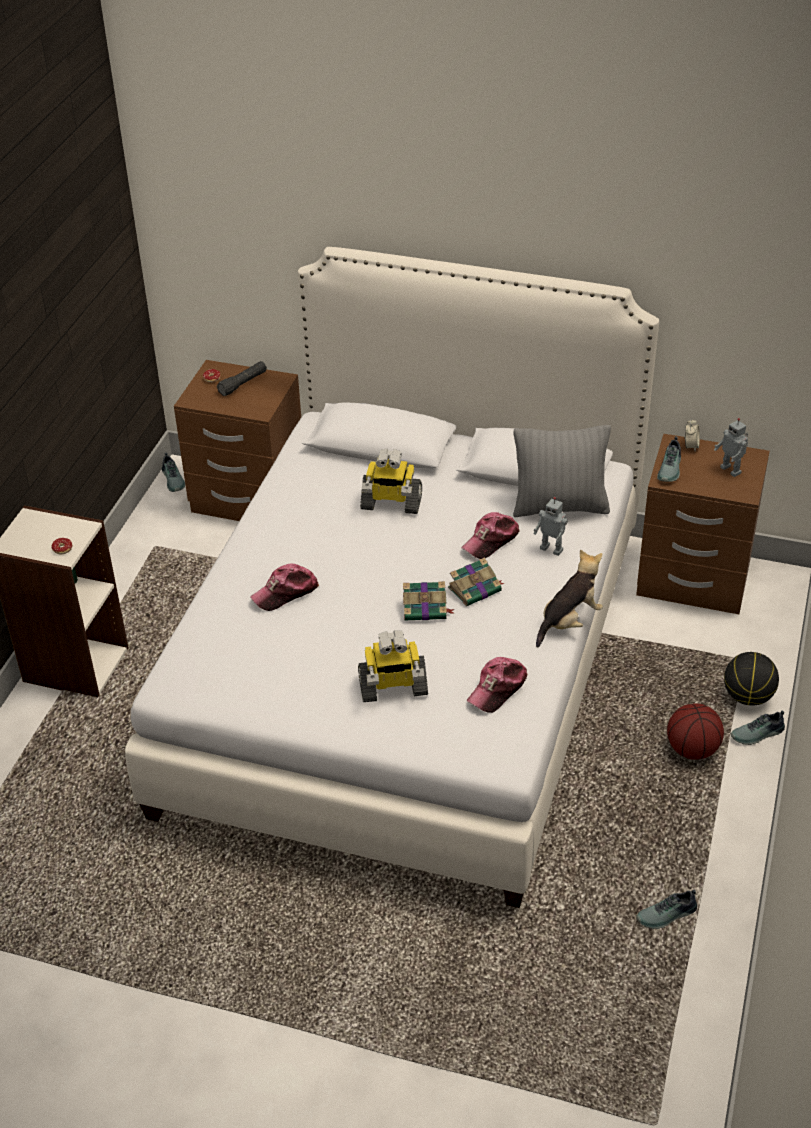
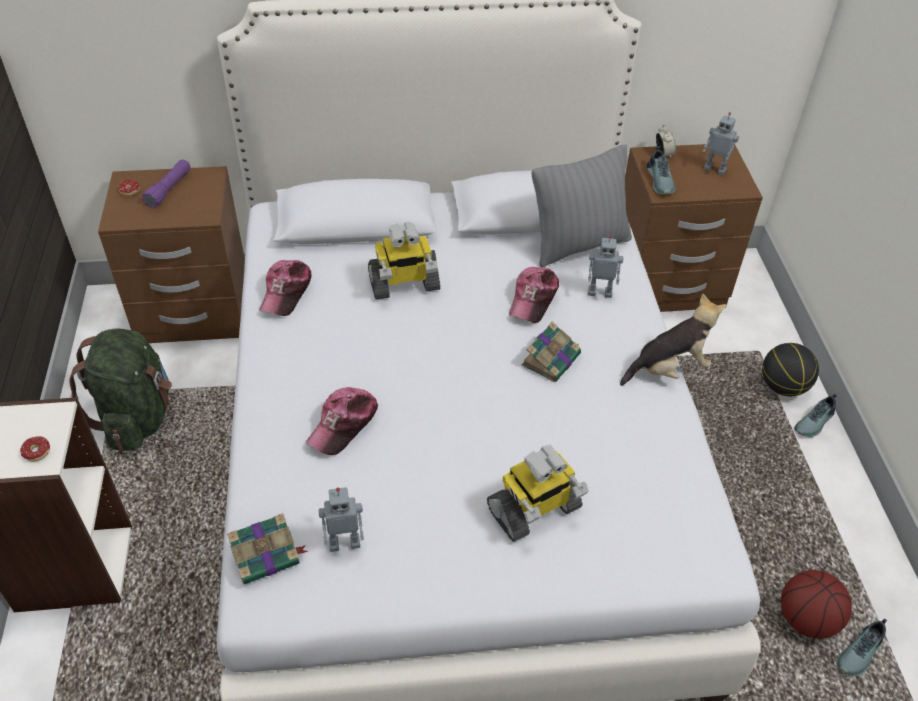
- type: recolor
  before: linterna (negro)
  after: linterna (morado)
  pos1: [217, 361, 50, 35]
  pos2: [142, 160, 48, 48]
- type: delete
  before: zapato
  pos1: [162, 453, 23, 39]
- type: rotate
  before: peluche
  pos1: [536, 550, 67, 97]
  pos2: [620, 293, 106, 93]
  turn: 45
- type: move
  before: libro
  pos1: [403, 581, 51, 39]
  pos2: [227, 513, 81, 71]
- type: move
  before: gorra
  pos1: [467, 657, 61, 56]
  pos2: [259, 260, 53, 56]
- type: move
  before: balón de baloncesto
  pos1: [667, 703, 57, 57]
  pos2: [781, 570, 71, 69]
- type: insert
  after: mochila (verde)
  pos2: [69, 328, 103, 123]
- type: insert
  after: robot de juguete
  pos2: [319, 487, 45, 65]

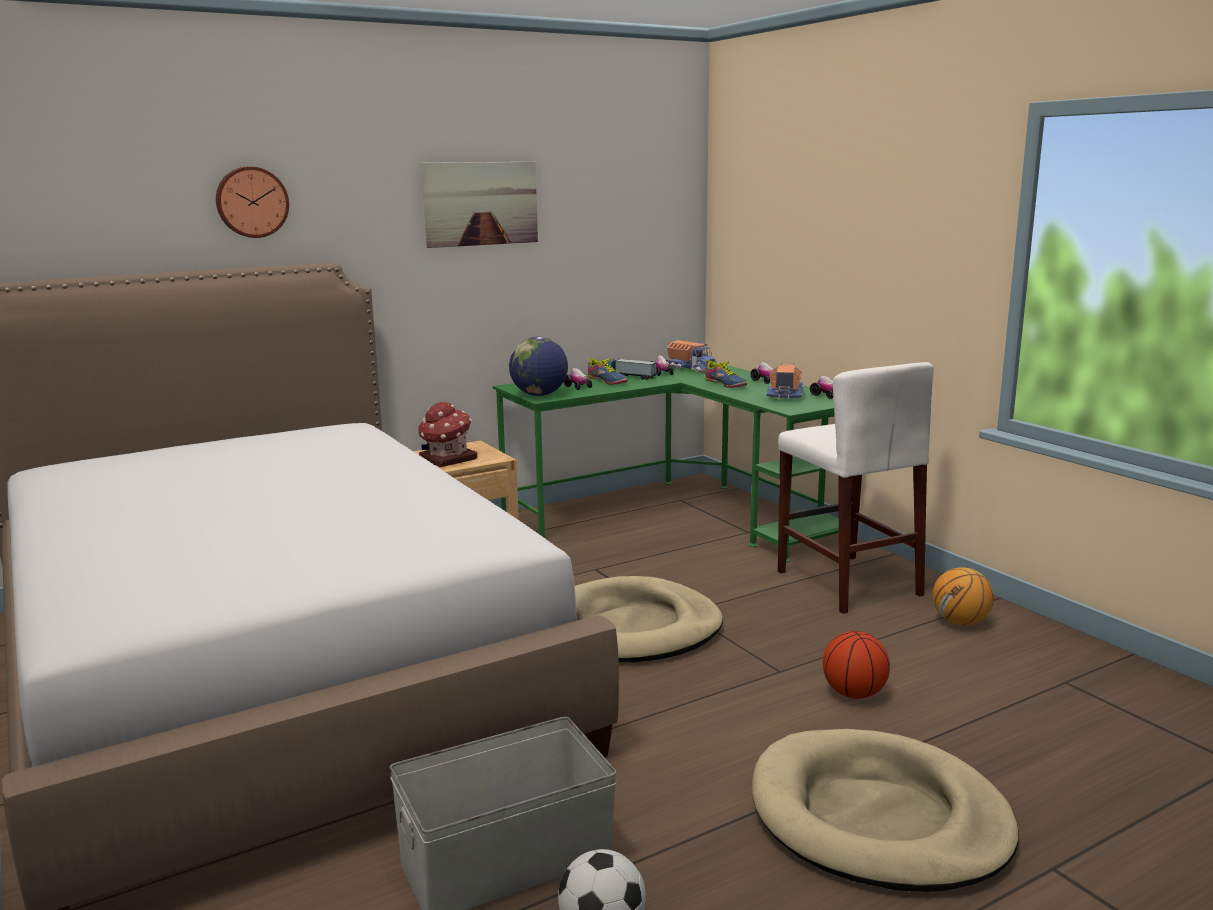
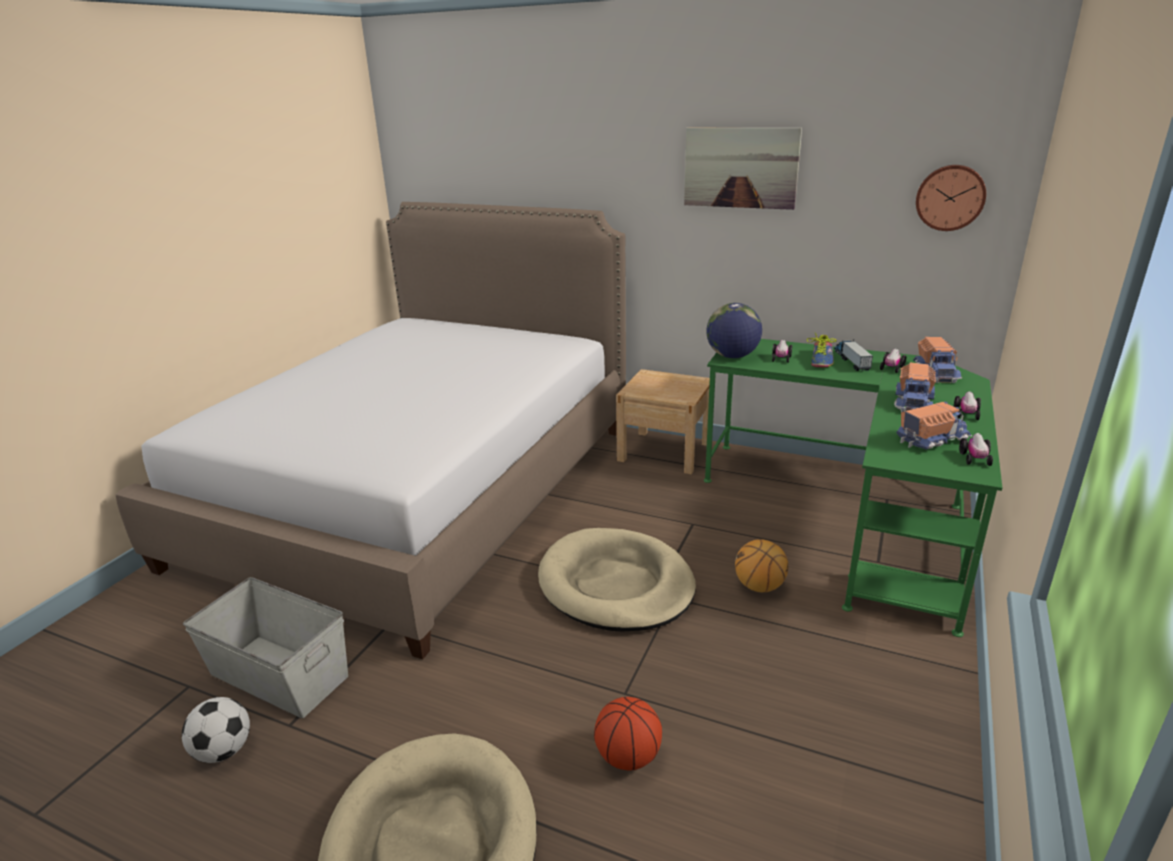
- type: move
  before: reloj de pared
  pos1: [216, 166, 73, 72]
  pos2: [916, 165, 70, 66]
- type: replace
  before: zapato
  after: camión de juguete
  pos1: [705, 360, 42, 28]
  pos2: [894, 362, 42, 50]
- type: delete
  before: taburete (blanco)
  pos1: [778, 362, 156, 252]
- type: delete
  before: casita
  pos1: [418, 402, 59, 65]
- type: move
  before: balón de baloncesto
  pos1: [933, 567, 61, 58]
  pos2: [735, 539, 53, 53]

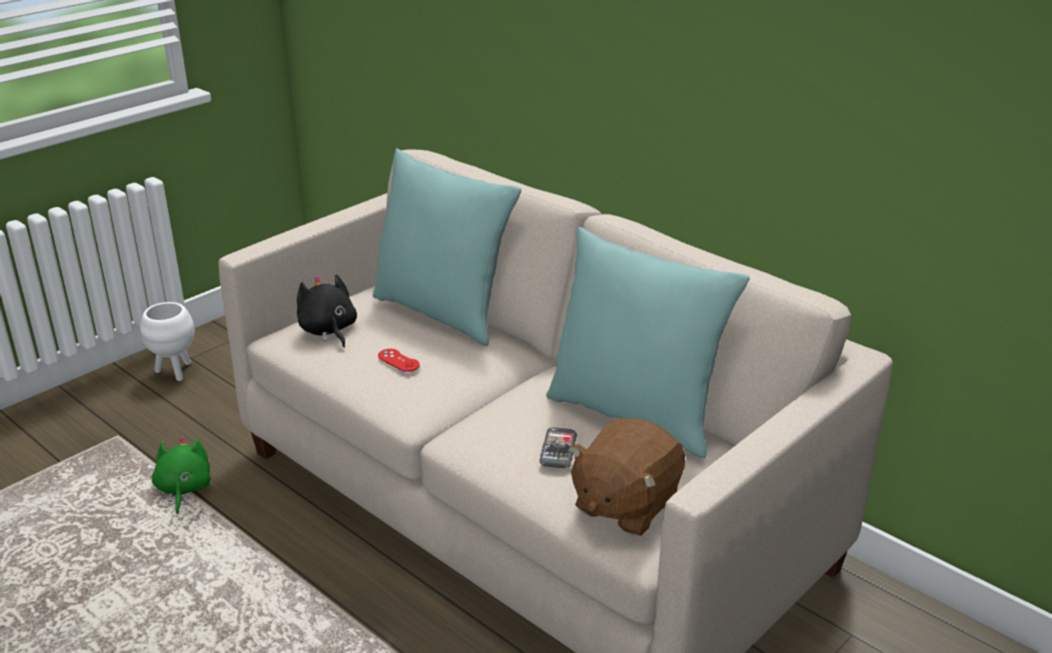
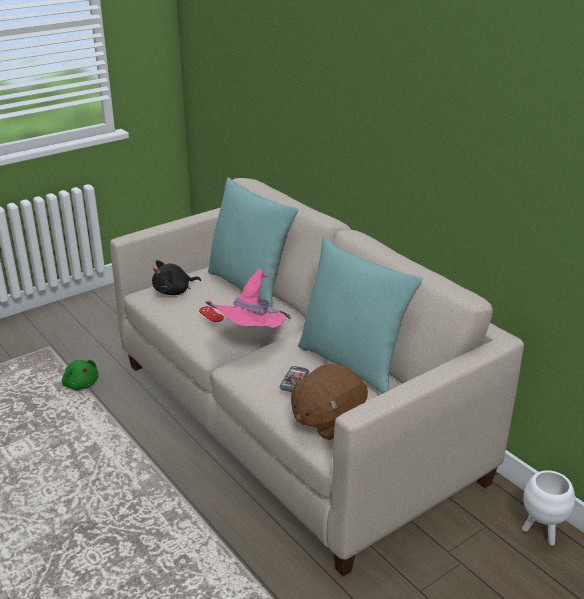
- type: rotate
  before: peluche (negro)
  pos1: [297, 274, 60, 74]
  pos2: [152, 260, 49, 35]
  turn: -105
- type: move
  before: maceta (blanco)
  pos1: [140, 302, 55, 79]
  pos2: [522, 470, 53, 76]
- type: rotate
  before: peluche (verde)
  pos1: [152, 435, 59, 79]
  pos2: [62, 360, 37, 30]
  turn: 135
- type: insert
  after: sombrero (rosa)
  pos2: [205, 268, 86, 60]

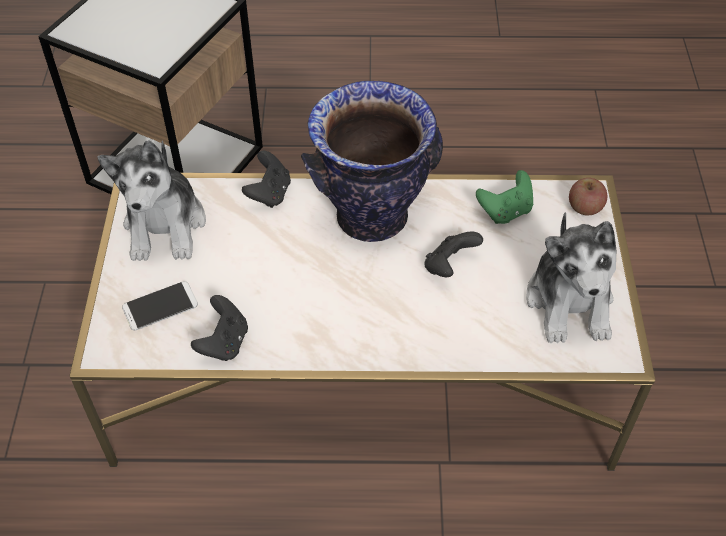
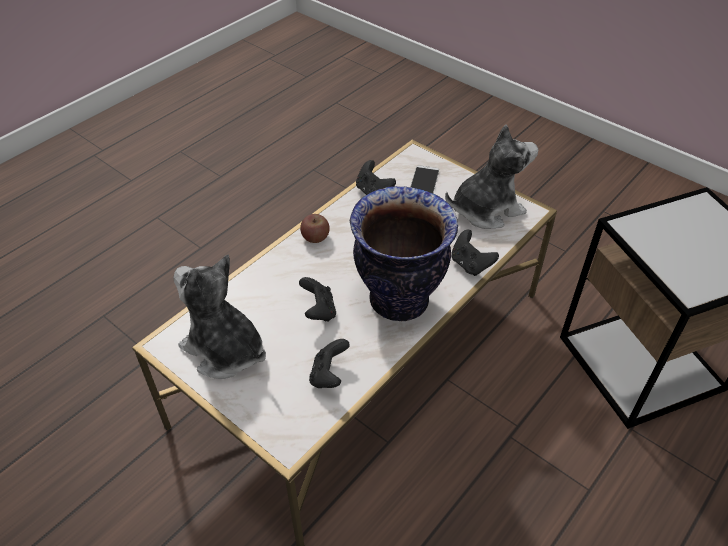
- type: rotate
  before: peluche
  pos1: [97, 140, 109, 121]
  pos2: [445, 125, 93, 104]
  turn: 120
- type: recolor
  before: mando de consola (verde)
  after: mando de consola (negro)
  pos1: [476, 170, 57, 54]
  pos2: [309, 339, 41, 49]
- type: move
  before: manzana
  pos1: [569, 178, 39, 37]
  pos2: [300, 214, 30, 29]

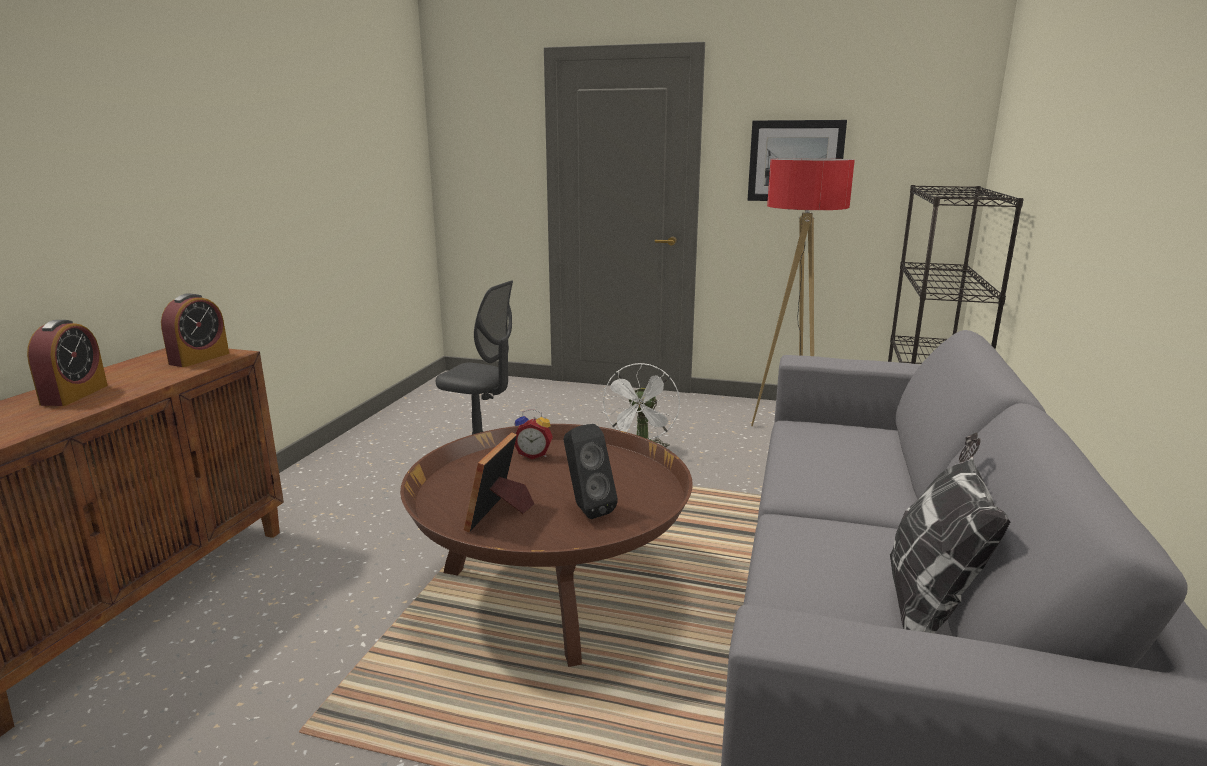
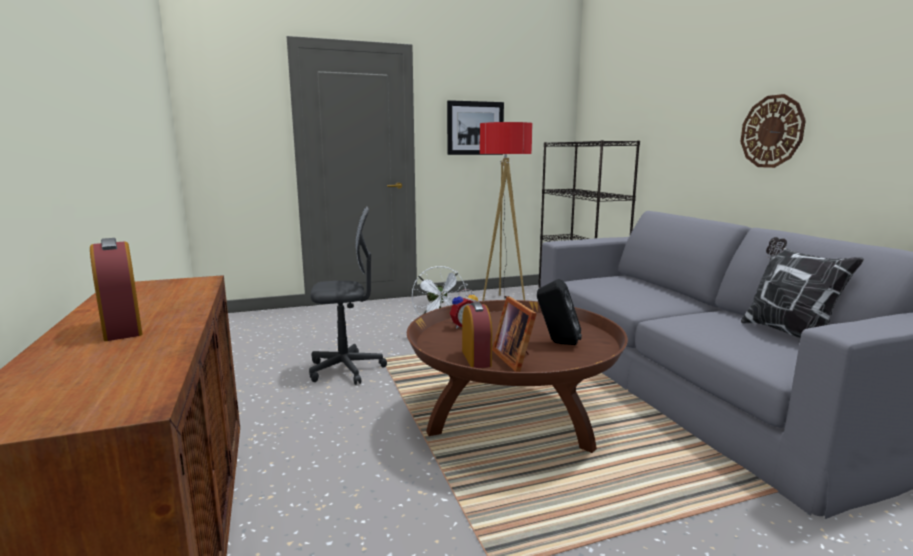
- type: move
  before: despertador
  pos1: [161, 293, 68, 74]
  pos2: [462, 302, 30, 66]
- type: insert
  after: reloj de pared
  pos2: [740, 94, 66, 74]

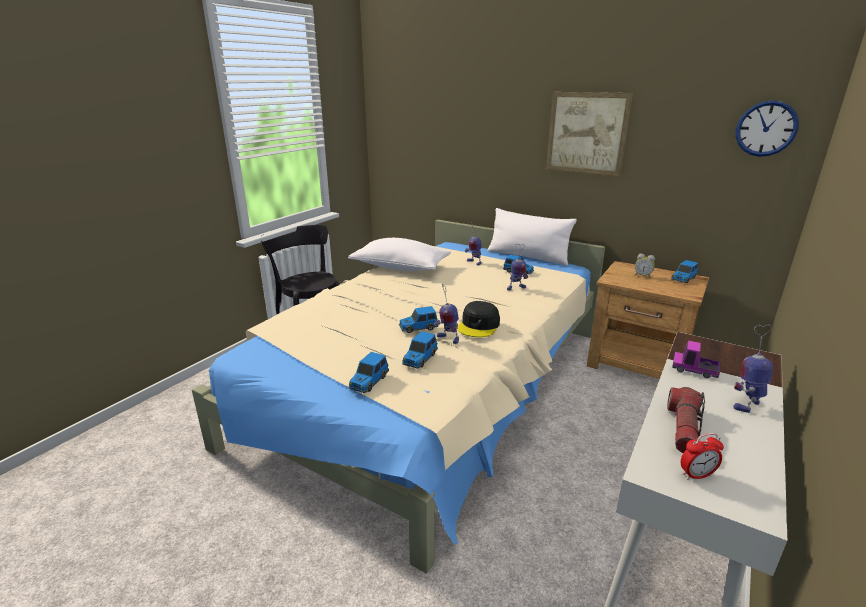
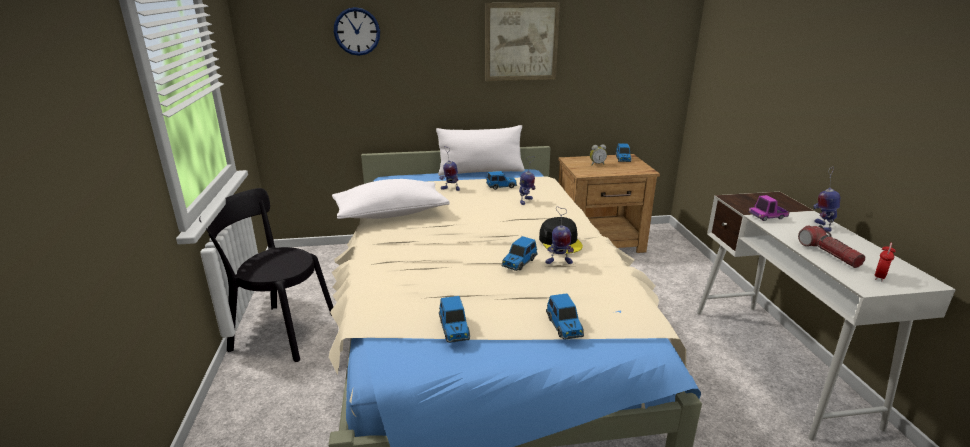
- type: move
  before: reloj de pared
  pos1: [735, 100, 64, 57]
  pos2: [334, 7, 46, 49]
- type: move
  before: coche de juguete
  pos1: [402, 331, 36, 38]
  pos2: [439, 296, 31, 47]

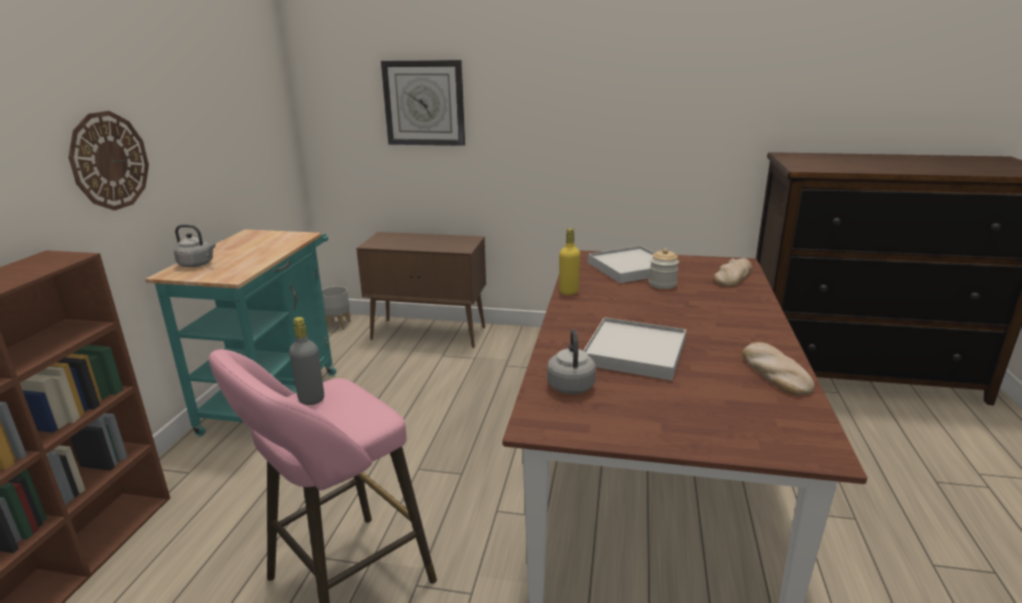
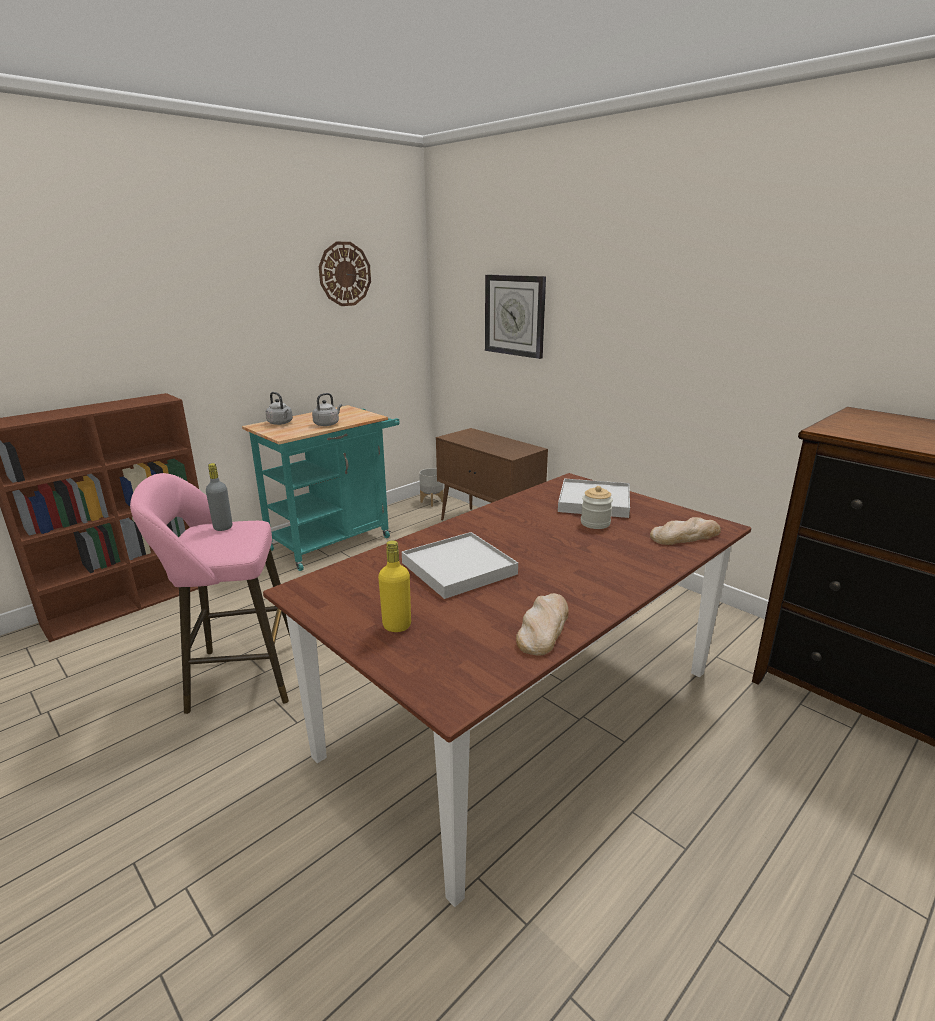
- type: move
  before: reloj de pared
  pos1: [68, 111, 81, 99]
  pos2: [319, 242, 52, 64]
- type: move
  before: botella (amarillo)
  pos1: [559, 228, 21, 67]
  pos2: [378, 540, 33, 92]
- type: move
  before: hervidor (gris)
  pos1: [547, 329, 49, 65]
  pos2: [312, 393, 30, 33]

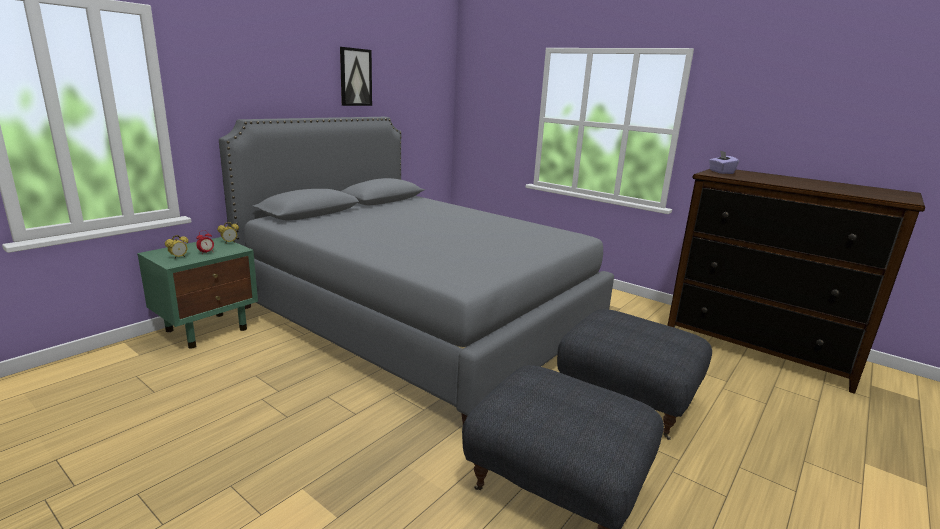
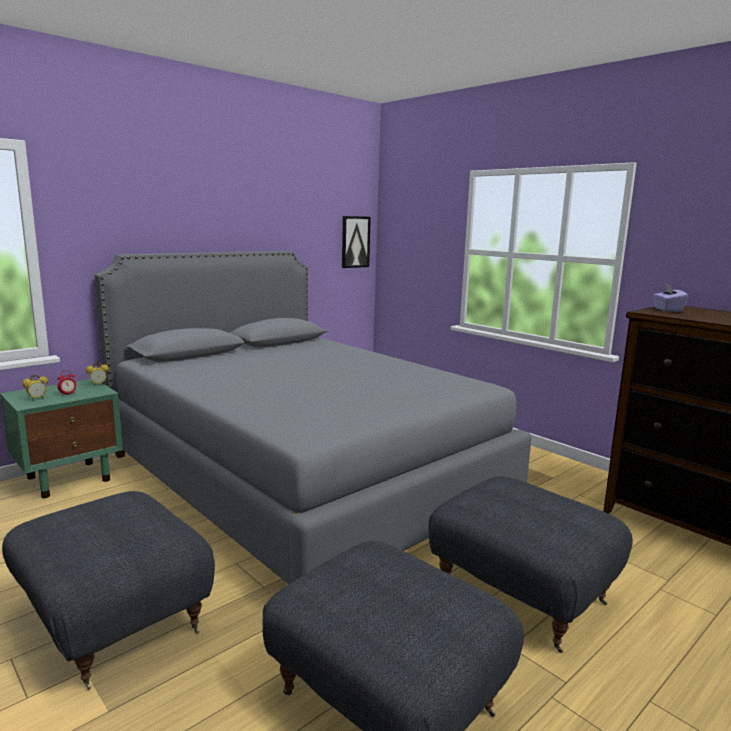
- type: move
  before: cuadro
  pos1: [340, 47, 32, 59]
  pos2: [342, 216, 29, 52]
- type: insert
  after: puf (gris)
  pos2: [2, 491, 213, 199]

